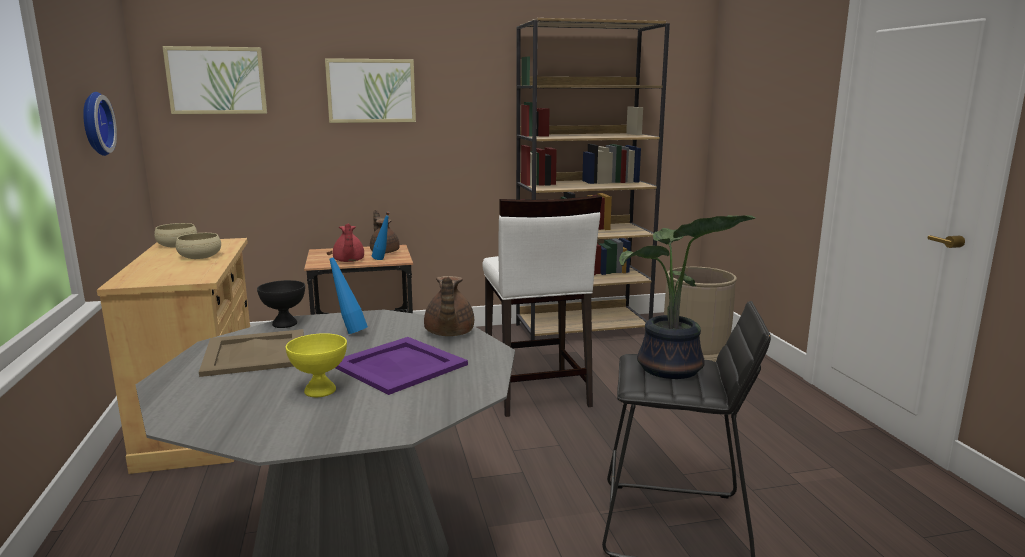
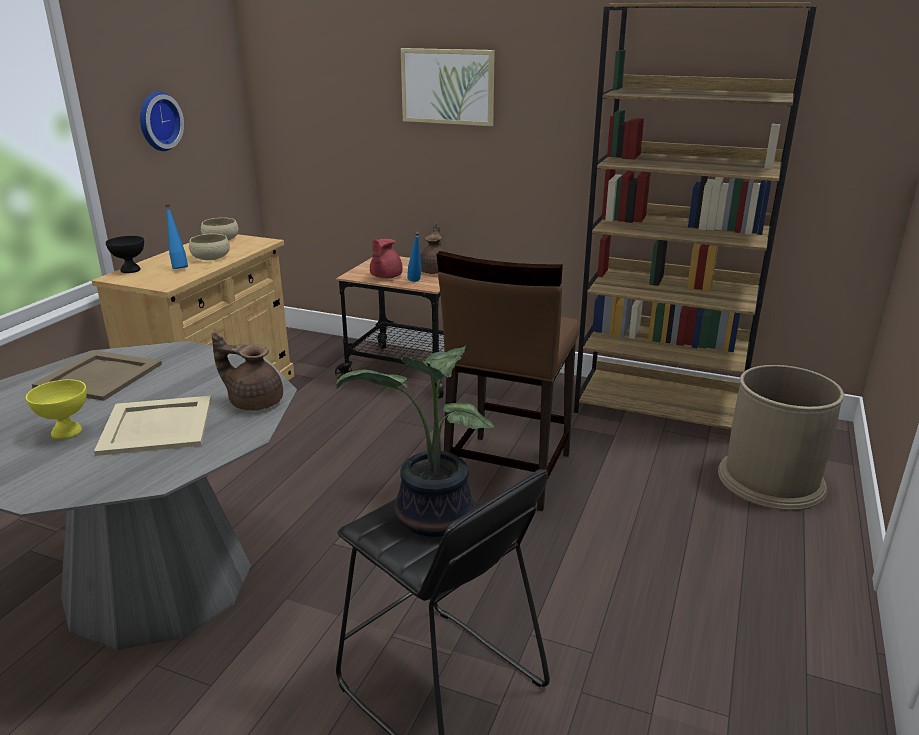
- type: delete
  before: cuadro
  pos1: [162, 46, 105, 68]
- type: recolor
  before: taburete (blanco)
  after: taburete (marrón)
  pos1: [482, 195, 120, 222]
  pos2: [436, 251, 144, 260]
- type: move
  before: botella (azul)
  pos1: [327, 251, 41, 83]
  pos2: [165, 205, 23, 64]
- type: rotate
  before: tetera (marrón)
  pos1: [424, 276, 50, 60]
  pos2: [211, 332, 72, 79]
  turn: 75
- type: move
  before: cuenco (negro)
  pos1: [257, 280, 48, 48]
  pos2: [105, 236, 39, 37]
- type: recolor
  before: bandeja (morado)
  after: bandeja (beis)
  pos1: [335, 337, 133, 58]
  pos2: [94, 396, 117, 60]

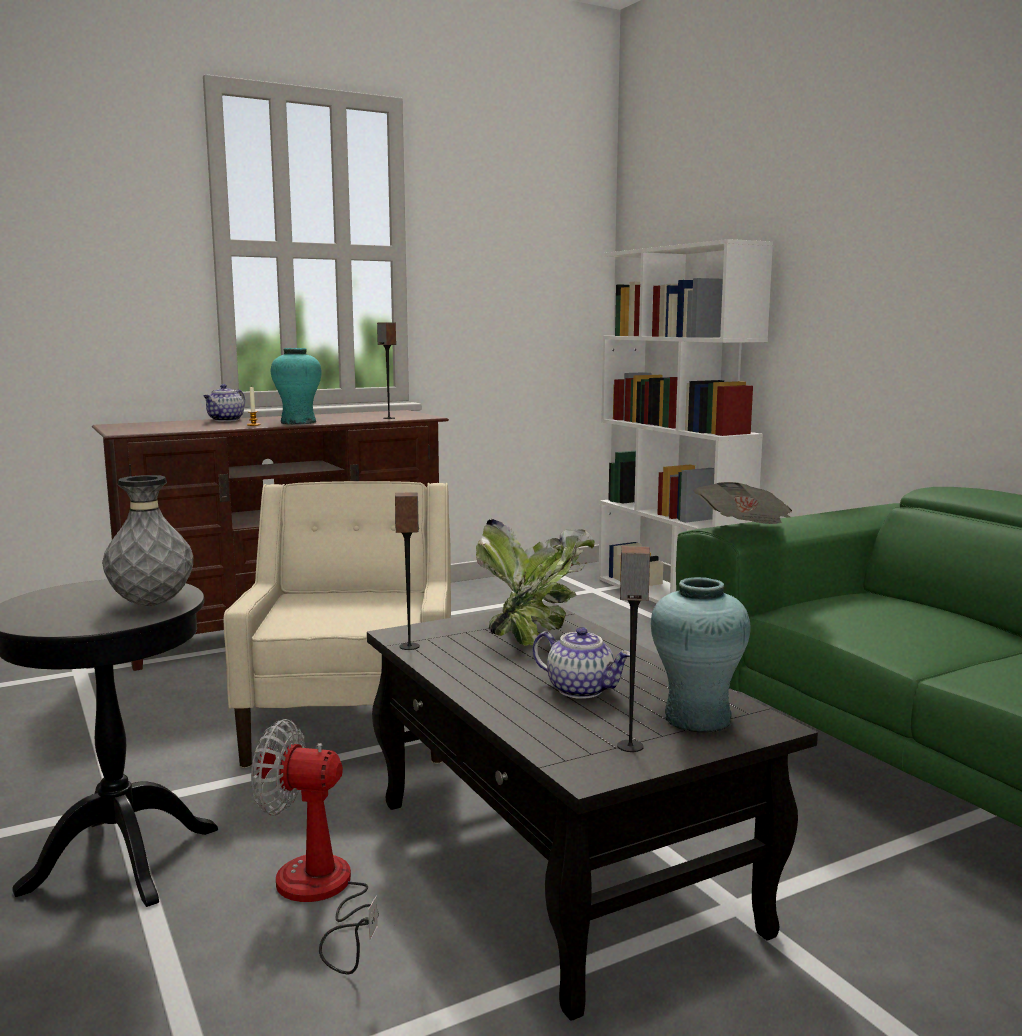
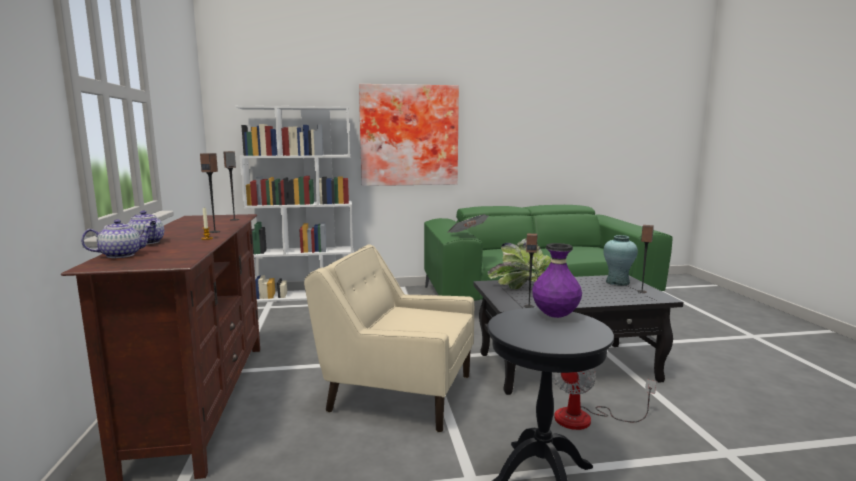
- type: replace
  before: florero (turquesa)
  after: altavoz
  pos1: [270, 348, 52, 76]
  pos2: [200, 153, 20, 80]
- type: recolor
  before: florero (gris)
  after: florero (morado)
  pos1: [102, 475, 91, 131]
  pos2: [532, 243, 50, 75]
- type: move
  before: tetera
  pos1: [532, 627, 98, 72]
  pos2: [81, 219, 72, 39]
- type: insert
  after: cuadro
  pos2: [359, 84, 100, 102]

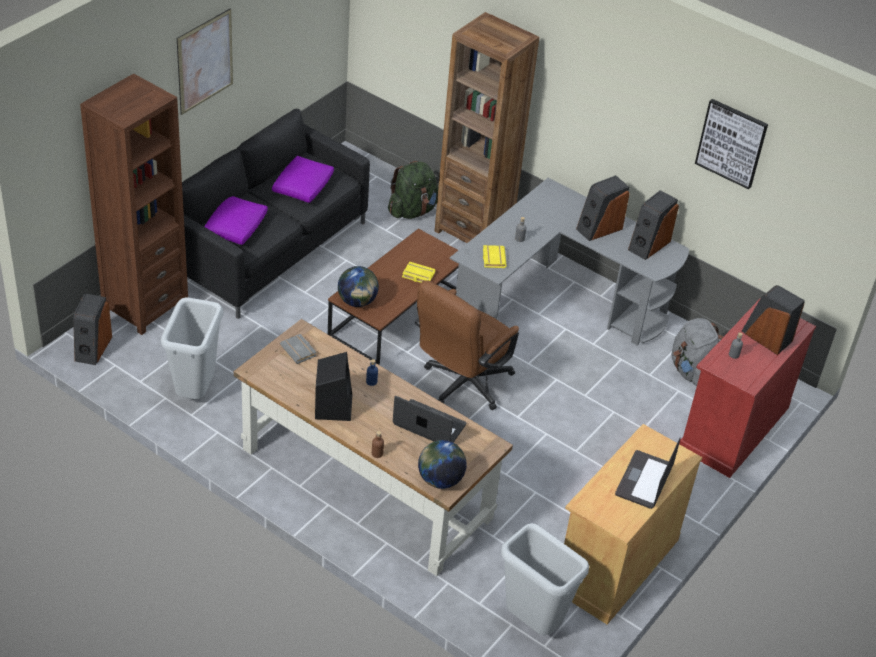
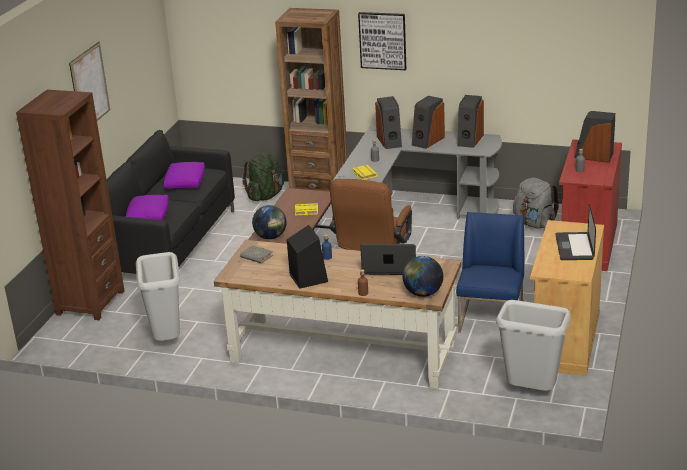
- type: move
  before: cuadro
  pos1: [695, 99, 73, 90]
  pos2: [358, 12, 48, 58]
- type: move
  before: altavoz
  pos1: [73, 293, 39, 72]
  pos2: [375, 96, 27, 53]
- type: insert
  after: silla (azul)
  pos2: [456, 212, 69, 121]

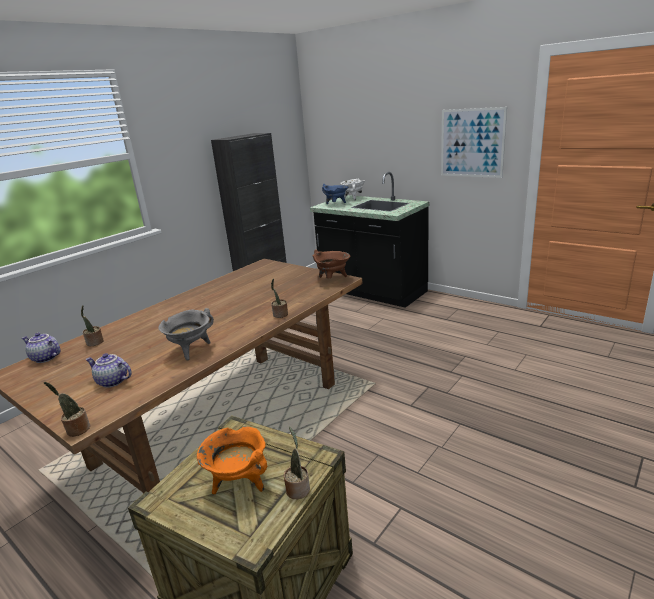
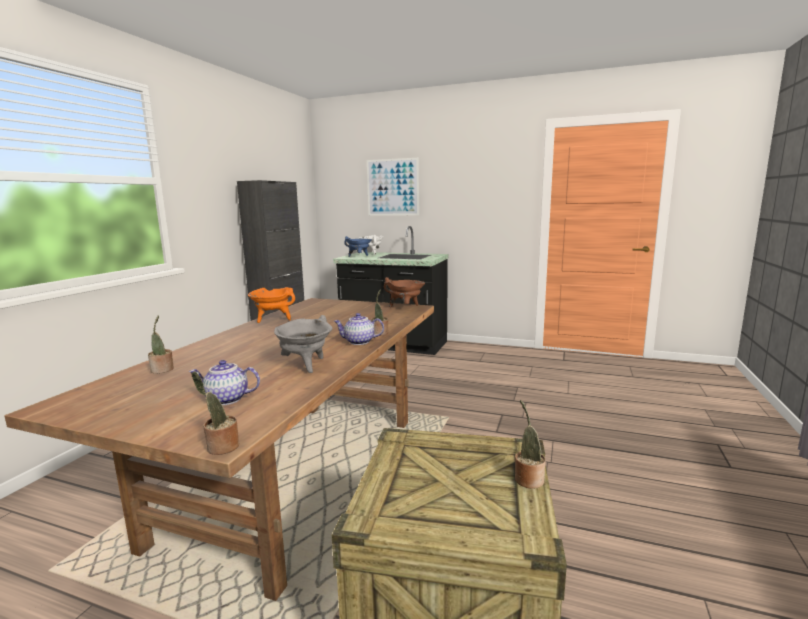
- type: move
  before: cuadro
  pos1: [441, 107, 66, 71]
  pos2: [367, 158, 52, 58]
- type: move
  before: tetera
  pos1: [22, 333, 39, 30]
  pos2: [334, 313, 50, 32]
- type: move
  before: olla (naranja)
  pos1: [197, 426, 71, 68]
  pos2: [248, 287, 47, 36]

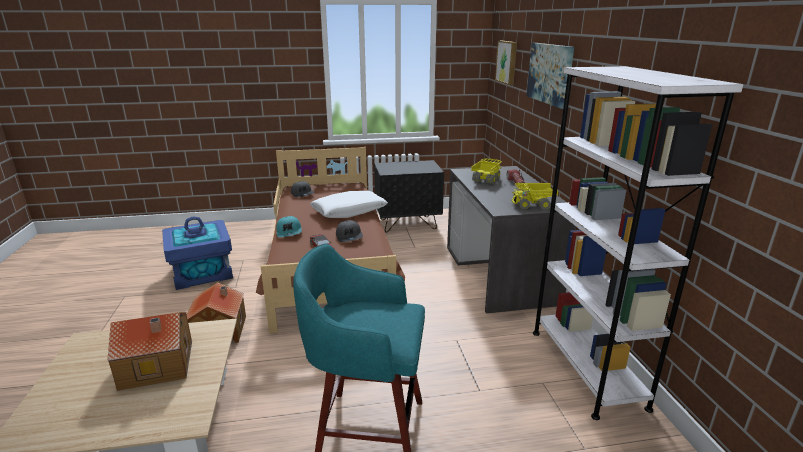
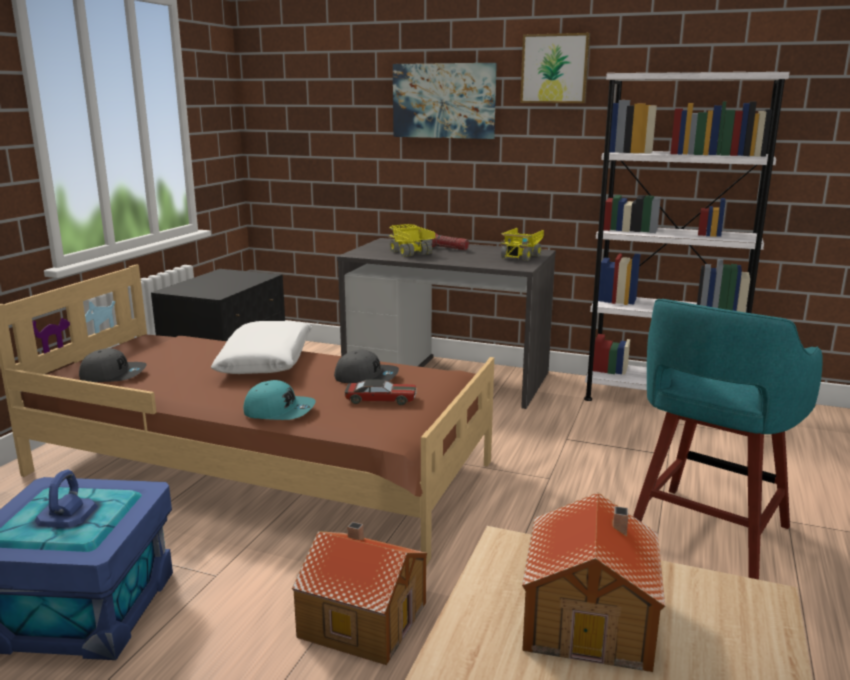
- type: move
  before: cuadro
  pos1: [495, 41, 22, 44]
  pos2: [520, 33, 70, 70]

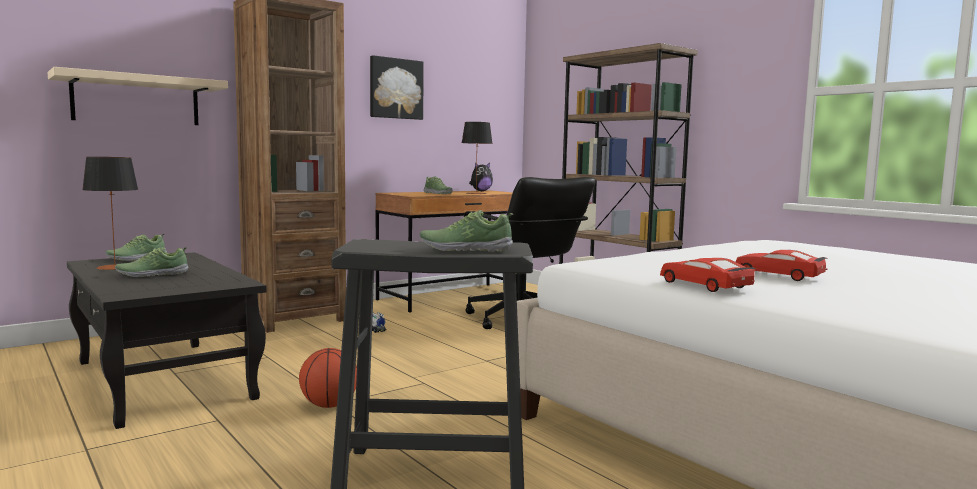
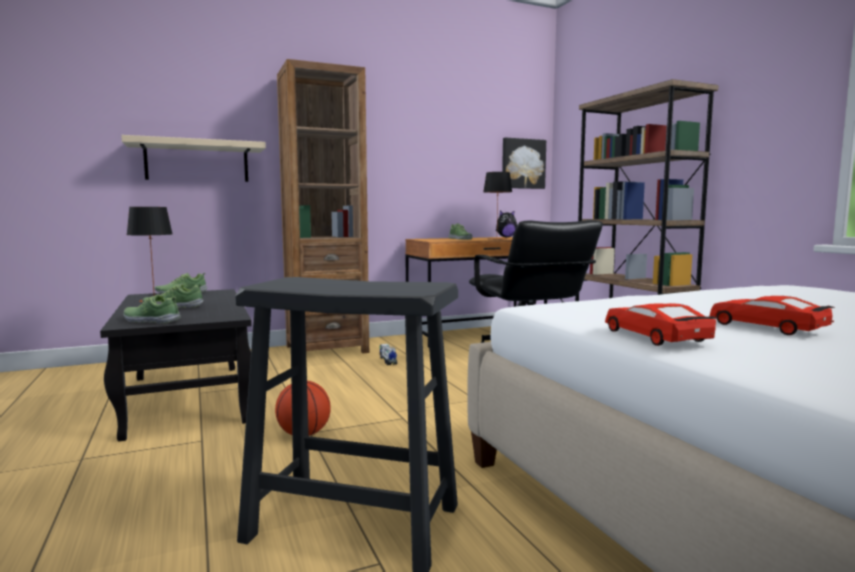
- type: move
  before: cuadro
  pos1: [370, 55, 54, 65]
  pos2: [502, 138, 44, 51]
- type: move
  before: zapato
  pos1: [419, 210, 94, 42]
  pos2: [124, 294, 57, 30]

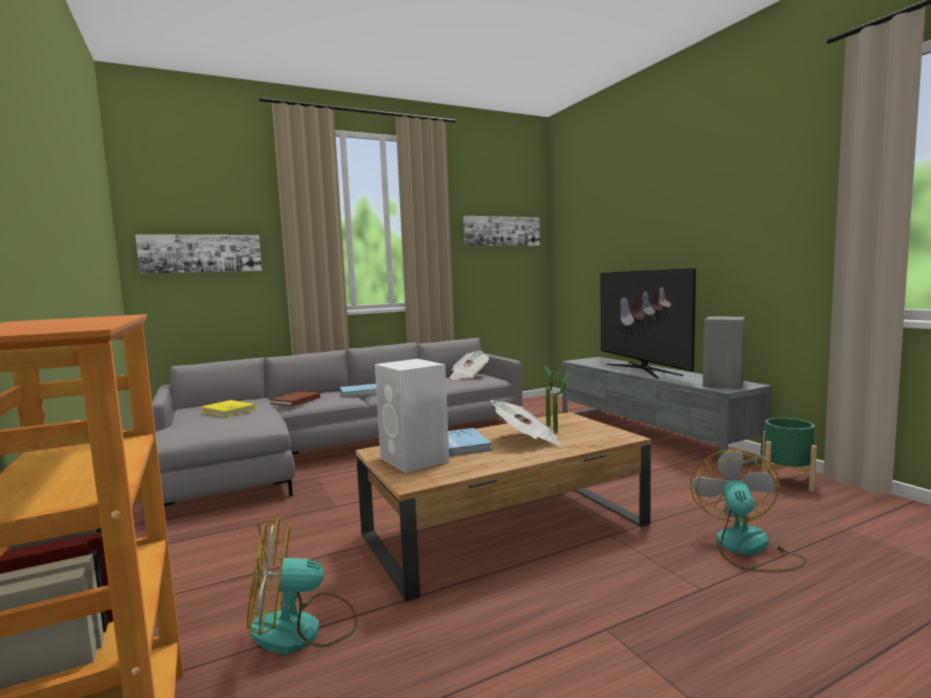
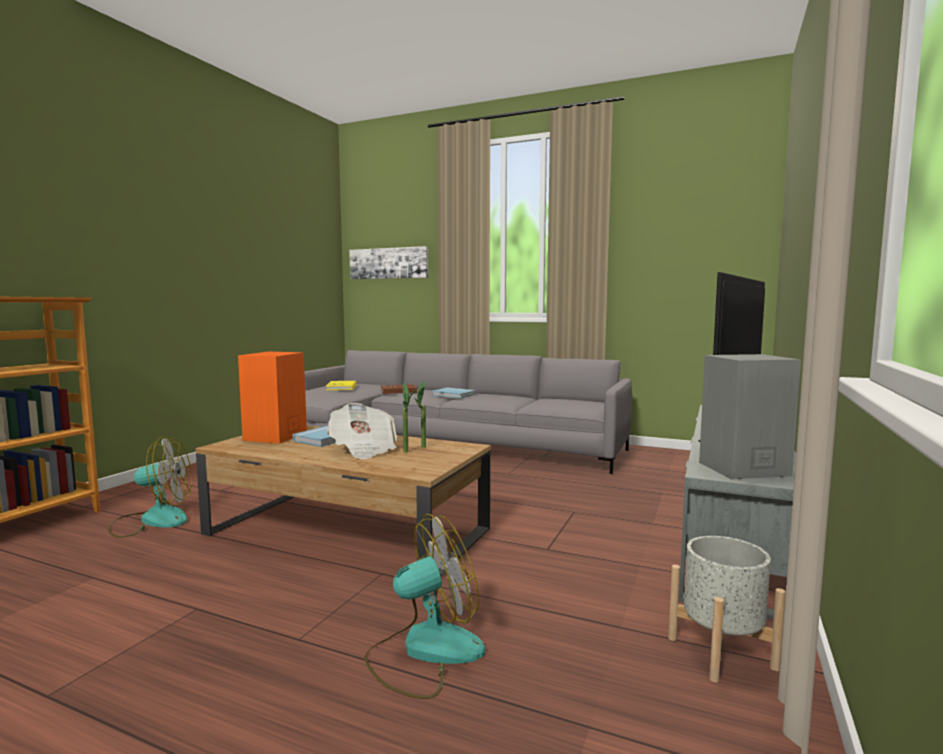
- type: delete
  before: cuadro
  pos1: [463, 216, 77, 30]
- type: delete
  before: periódico
  pos1: [450, 351, 39, 29]
- type: recolor
  before: altavoz (blanco)
  after: altavoz (naranja)
  pos1: [375, 359, 74, 114]
  pos2: [238, 352, 69, 92]
- type: recolor
  before: maceta (verde)
  after: maceta (gris)
  pos1: [762, 418, 55, 74]
  pos2: [668, 536, 118, 147]
- type: rotate
  before: ventilador
  pos1: [247, 517, 110, 137]
  pos2: [108, 436, 84, 102]
  turn: 135

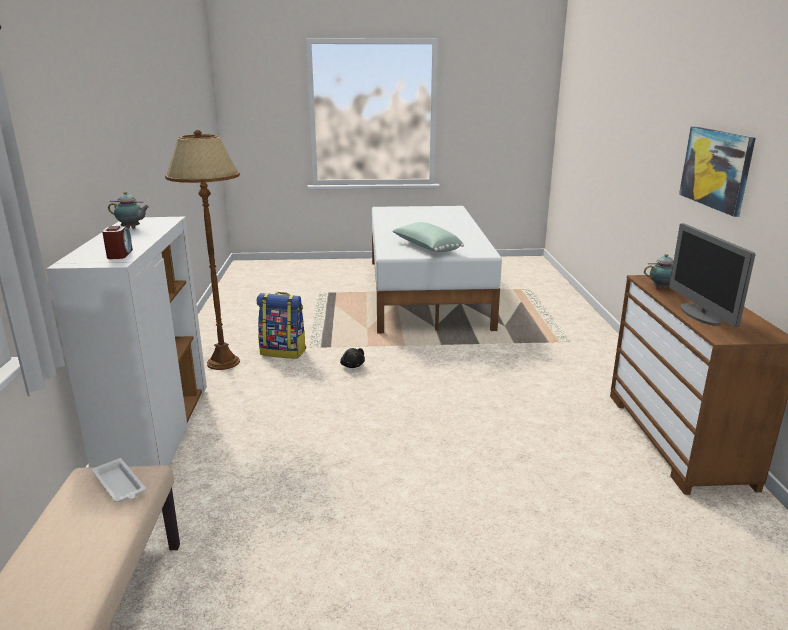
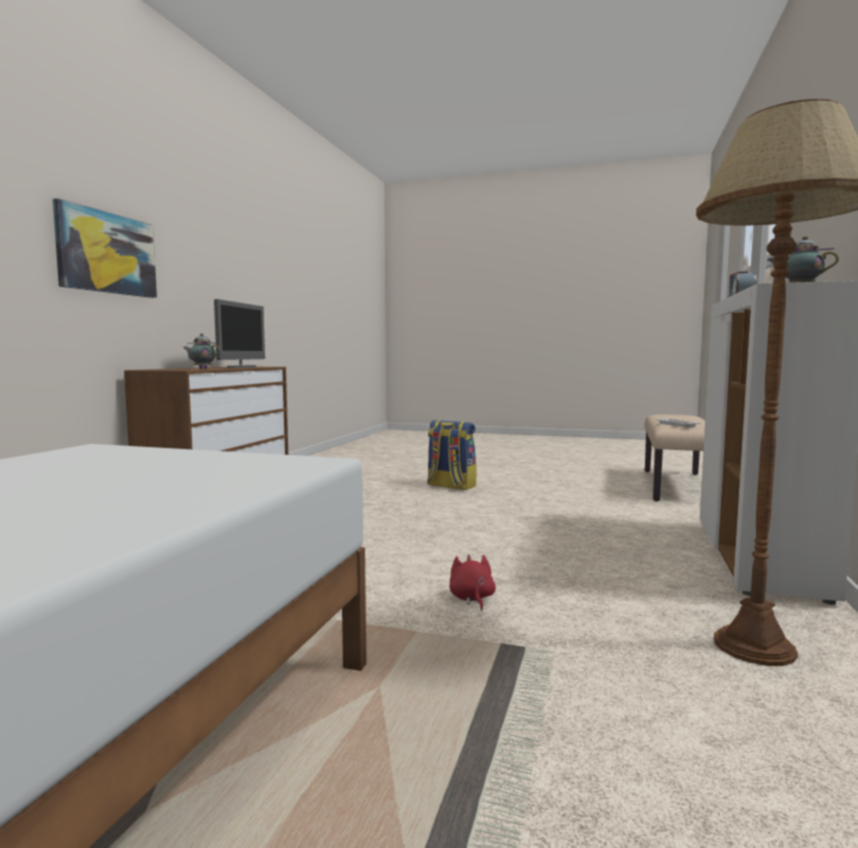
- type: delete
  before: cojín (verde)
  pos1: [393, 222, 71, 30]
- type: move
  before: mochila
  pos1: [257, 292, 49, 66]
  pos2: [427, 420, 49, 70]
- type: recolor
  before: peluche (negro)
  after: peluche (rojo)
  pos1: [340, 348, 25, 20]
  pos2: [449, 554, 47, 57]

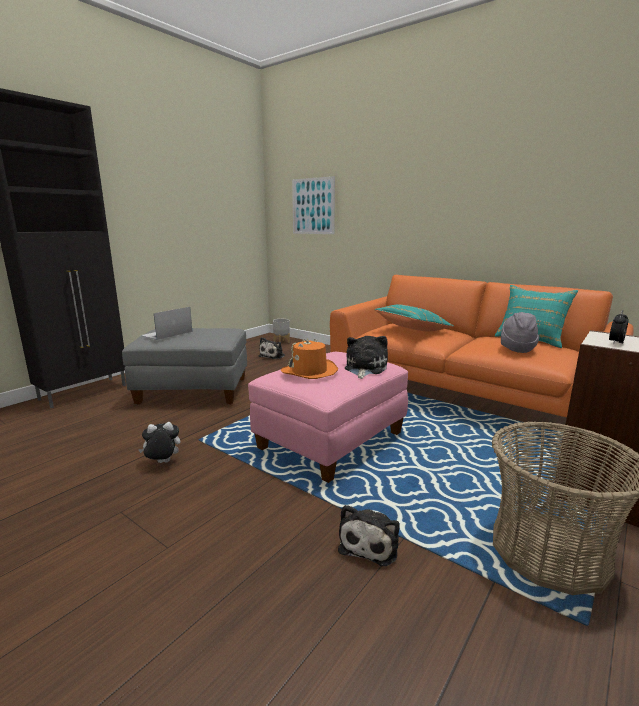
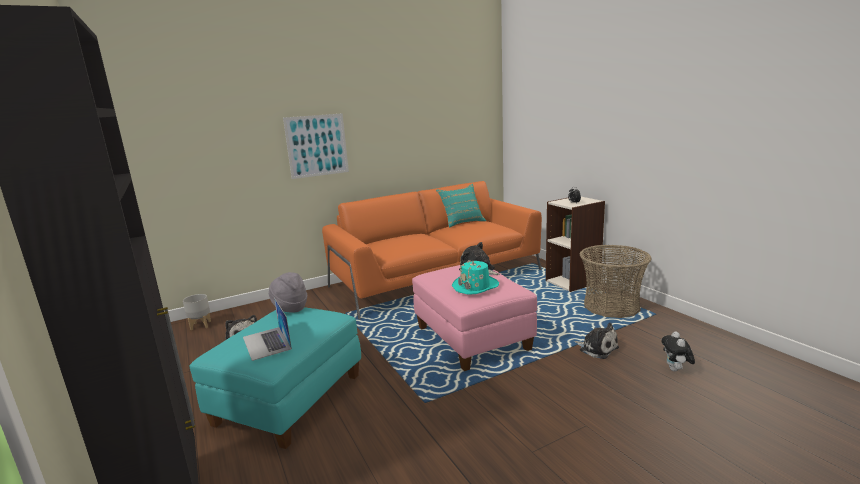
- type: move
  before: cuadro
  pos1: [292, 176, 43, 58]
  pos2: [283, 113, 66, 66]
- type: delete
  before: cojín (turquesa)
  pos1: [374, 304, 80, 28]
- type: move
  before: sombrero (gris)
  pos1: [501, 312, 38, 41]
  pos2: [269, 272, 38, 41]
- type: recolor
  before: puf (gris)
  after: puf (turquesa)
  pos1: [122, 328, 125, 76]
  pos2: [189, 307, 172, 142]
- type: recolor
  before: sombrero (naranja)
  after: sombrero (turquesa)
  pos1: [281, 338, 57, 41]
  pos2: [452, 260, 47, 35]
- type: move
  before: peluche
  pos1: [138, 422, 42, 41]
  pos2: [661, 331, 34, 41]

